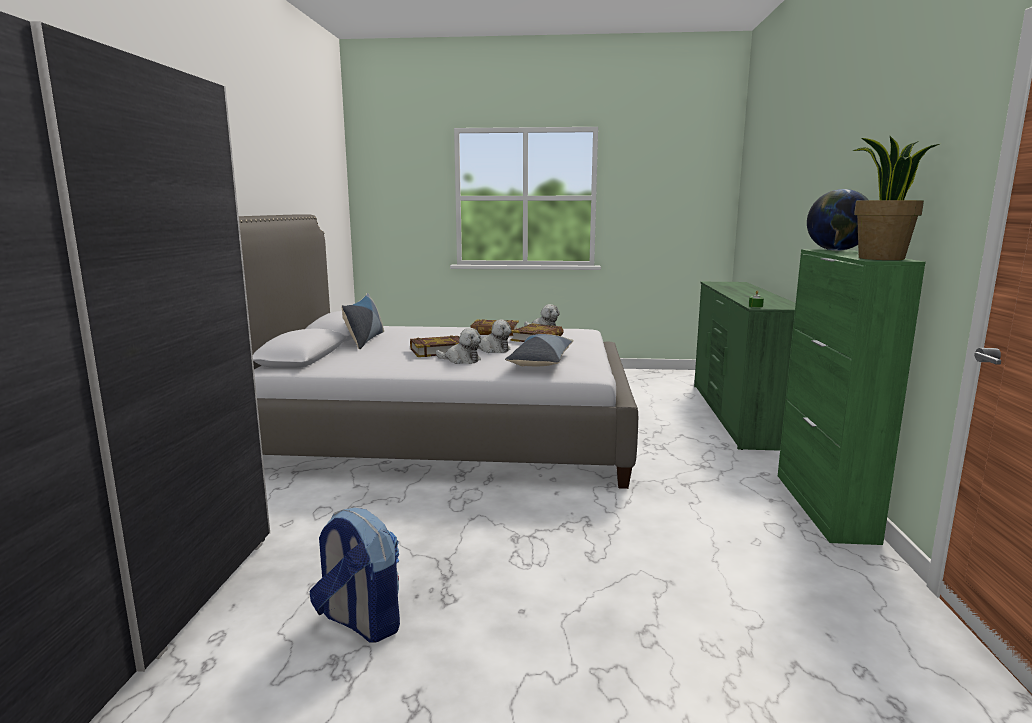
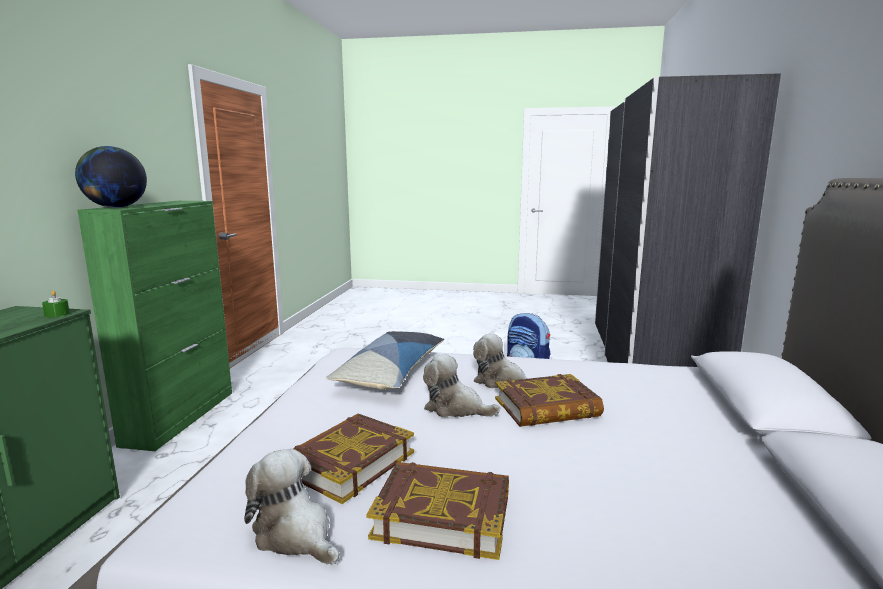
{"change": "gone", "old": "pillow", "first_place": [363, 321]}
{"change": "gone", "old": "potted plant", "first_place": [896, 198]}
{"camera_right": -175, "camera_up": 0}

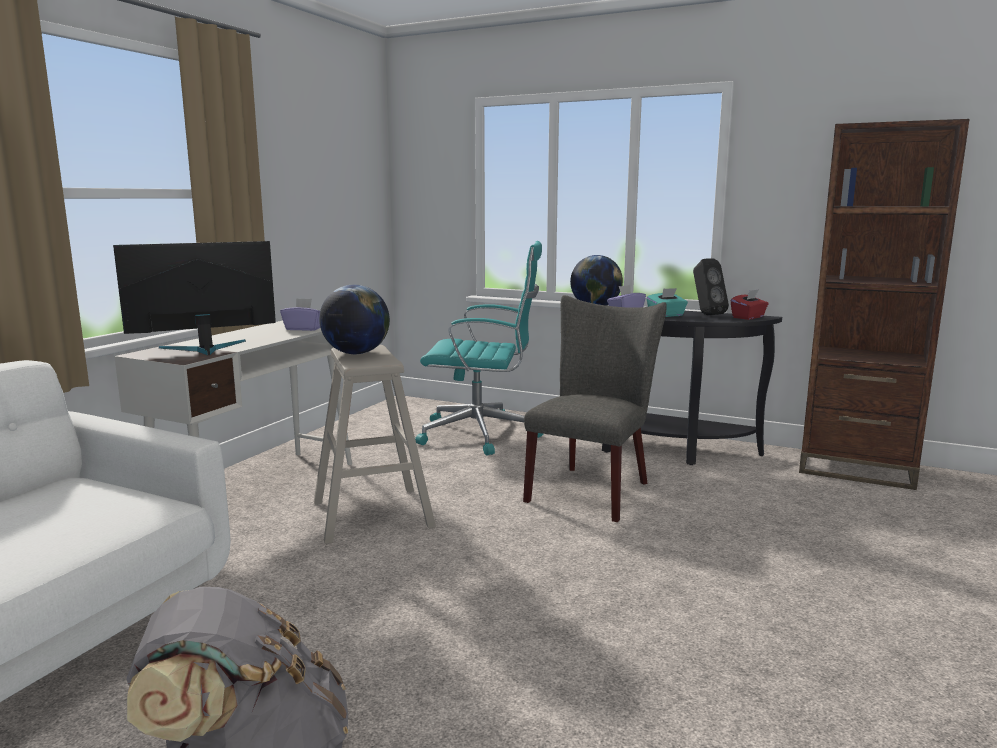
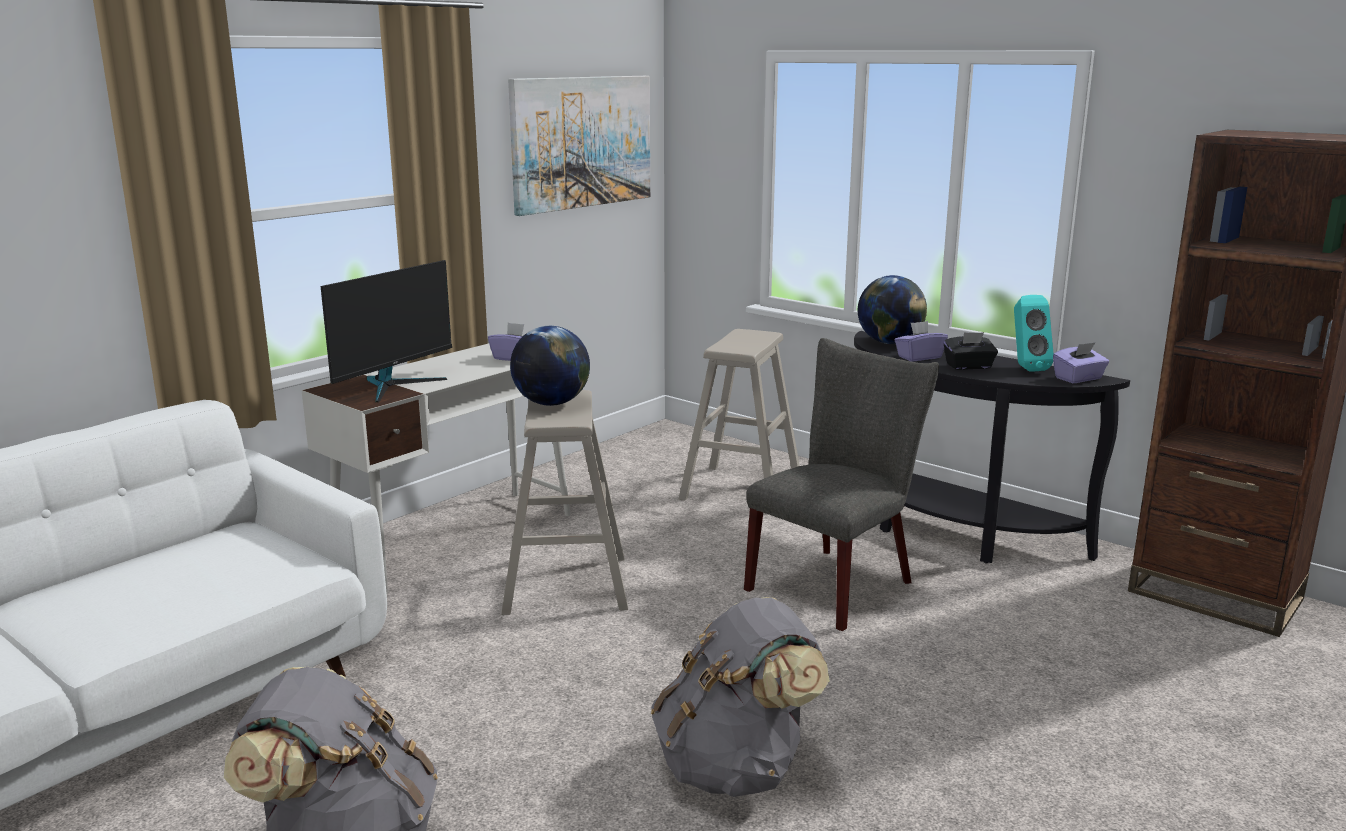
{"change": "new", "new": "picture", "second_place": [579, 146]}
{"change": "new", "new": "backpack/grey", "second_place": [740, 697]}
{"change": "swapped", "old": "office chair/turquoise", "new": "stool/beige", "first_place": [479, 348], "second_place": [739, 415]}
{"change": "repainted", "old": "tissue box/turquoise", "new": "tissue box/black", "first_place": [667, 302], "second_place": [971, 351]}
{"change": "repainted", "old": "speaker/black", "new": "speaker/turquoise", "first_place": [711, 286], "second_place": [1034, 333]}
{"change": "repainted", "old": "tissue box/red", "new": "tissue box/purple", "first_place": [750, 304], "second_place": [1081, 362]}
{"change": "rotated", "old": "monitor", "first_place": [194, 298], "second_place": [386, 331], "degrees": 135}
{"camera_right": 15, "camera_up": 5}

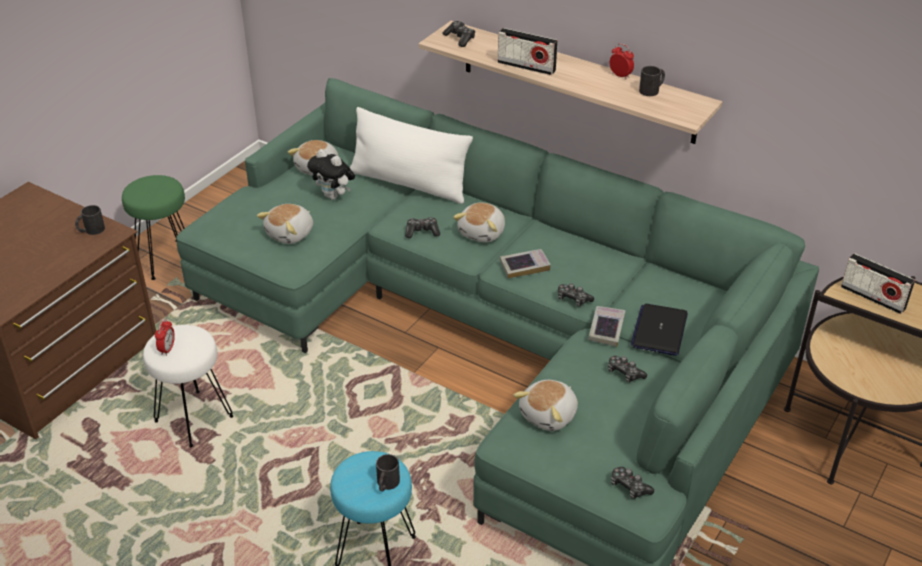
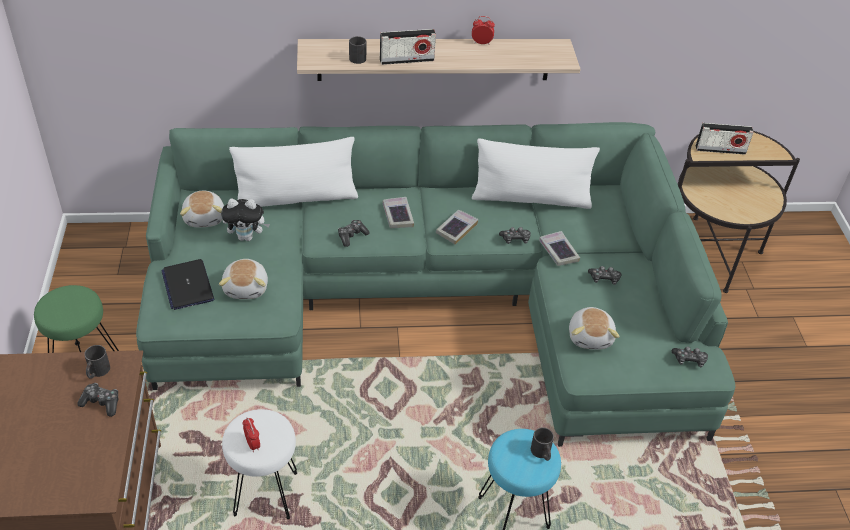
{"change": "new", "new": "pillow/white", "second_place": [536, 173]}
{"change": "shifted", "old": "game controller", "first_place": [459, 34], "second_place": [98, 400]}
{"change": "shifted", "old": "laptop", "first_place": [659, 330], "second_place": [187, 284]}
{"change": "shifted", "old": "mug/black", "first_place": [652, 81], "second_place": [357, 50]}
{"change": "swapped", "old": "plush toy", "new": "book", "first_place": [479, 222], "second_place": [398, 212]}
{"camera_right": -40, "camera_up": 5}

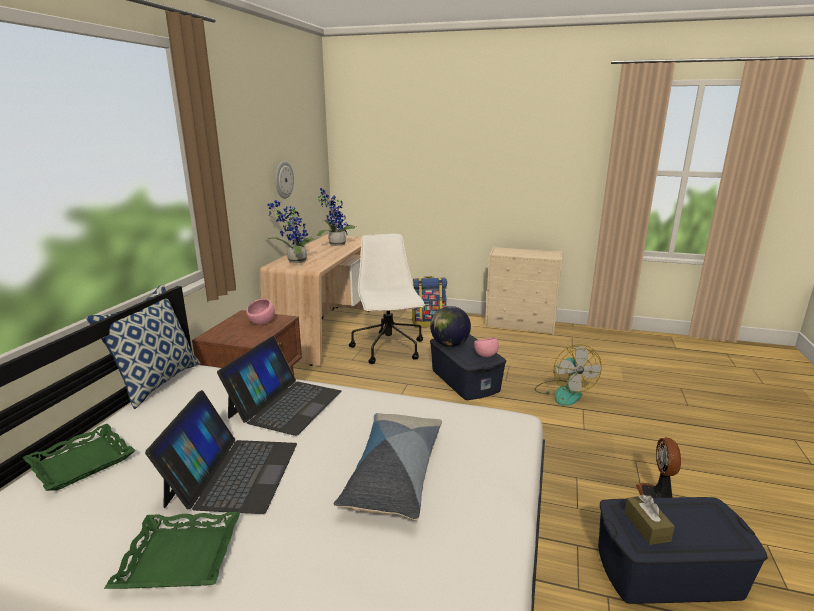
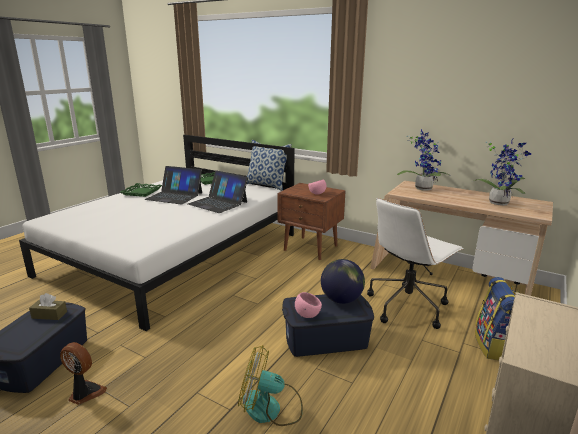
{"change": "gone", "old": "wall clock", "first_place": [284, 180]}
{"change": "gone", "old": "pillow", "first_place": [388, 466]}
{"change": "rotated", "old": "office chair/white", "first_place": [387, 299], "second_place": [415, 263], "degrees": 135}
{"camera_right": 105, "camera_up": 0}

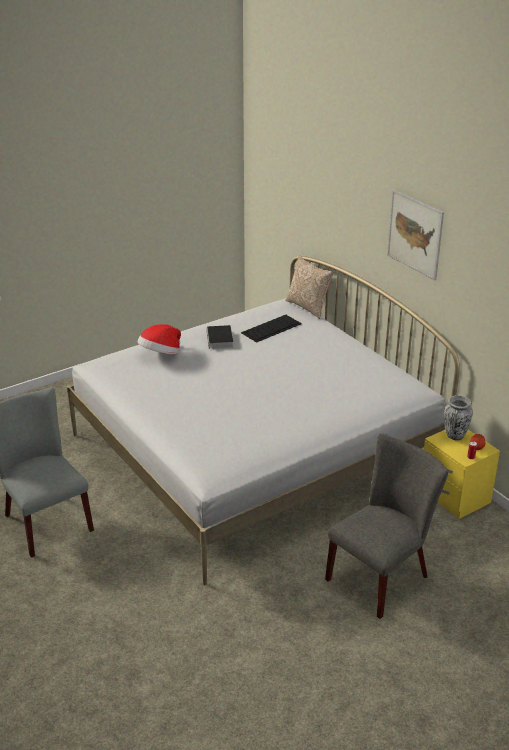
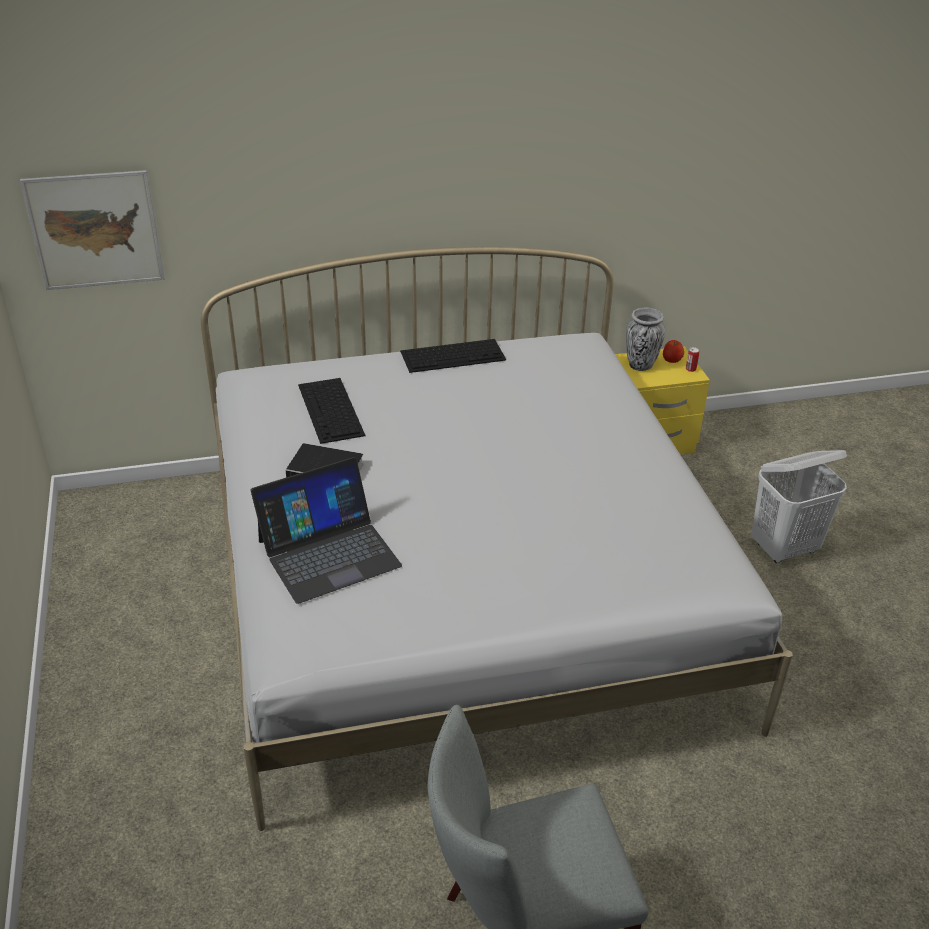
{"change": "gone", "old": "pillow", "first_place": [310, 287]}
{"change": "new", "new": "keyboard", "second_place": [453, 356]}
{"change": "shifted", "old": "picture", "first_place": [415, 235], "second_place": [92, 230]}
{"change": "swapped", "old": "hat", "new": "laptop", "first_place": [159, 339], "second_place": [326, 530]}
{"change": "swapped", "old": "chair/grey", "new": "laundry basket/white", "first_place": [386, 526], "second_place": [799, 506]}
{"camera_right": -70, "camera_up": 5}

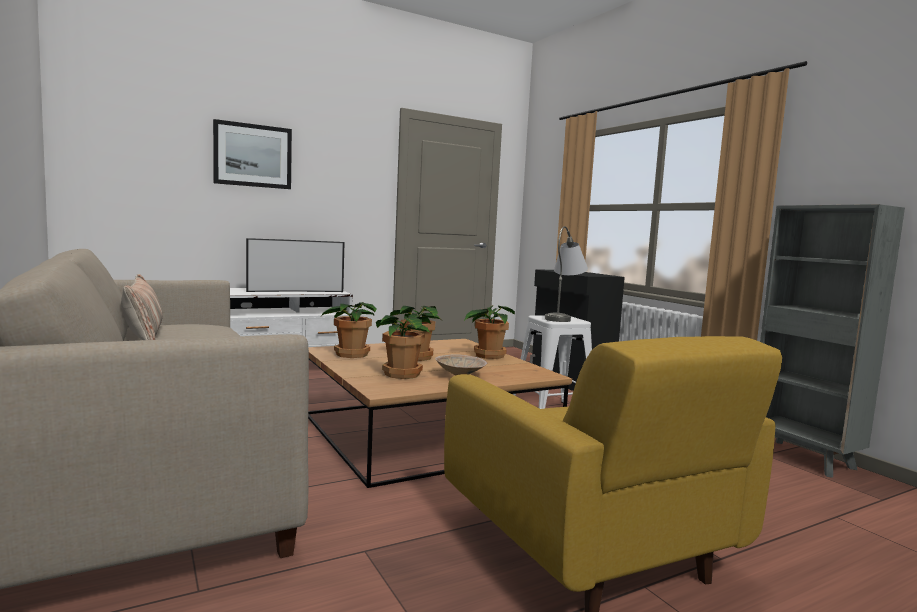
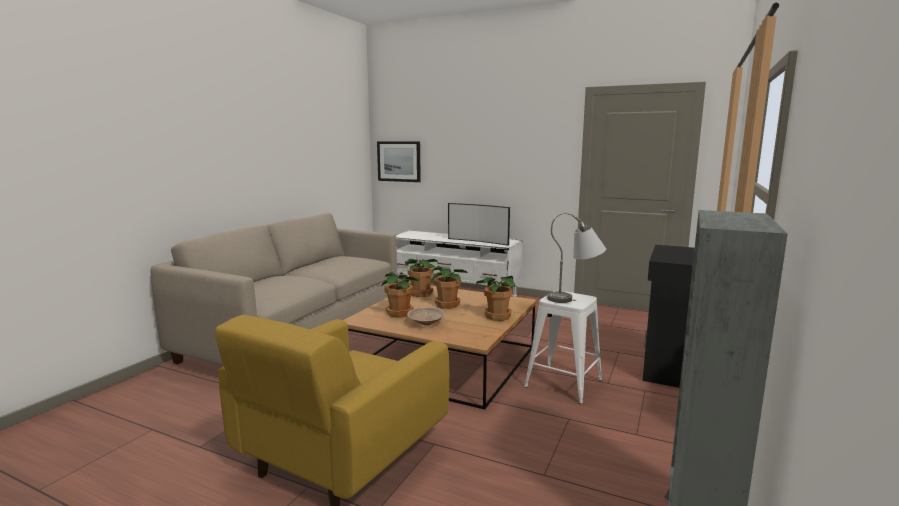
{"change": "gone", "old": "pillow", "first_place": [142, 307]}
{"change": "shifted", "old": "picture", "first_place": [252, 154], "second_place": [399, 161]}
{"camera_right": 55, "camera_up": 5}

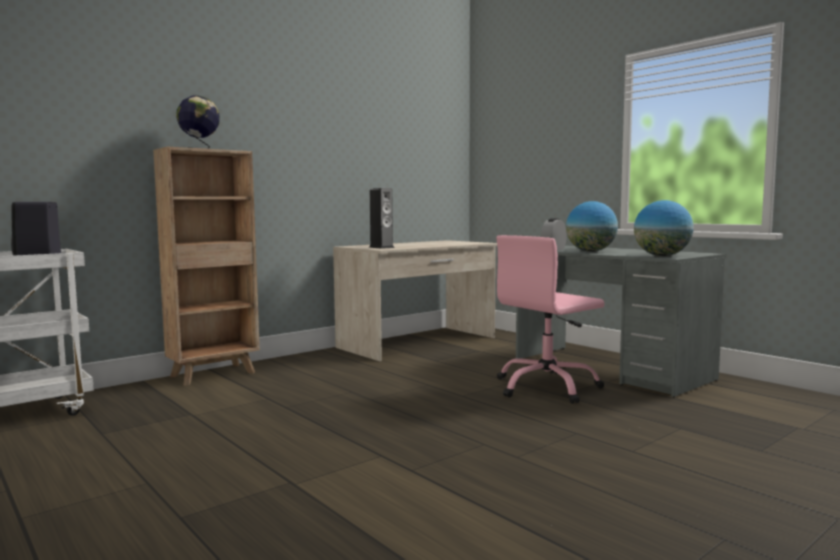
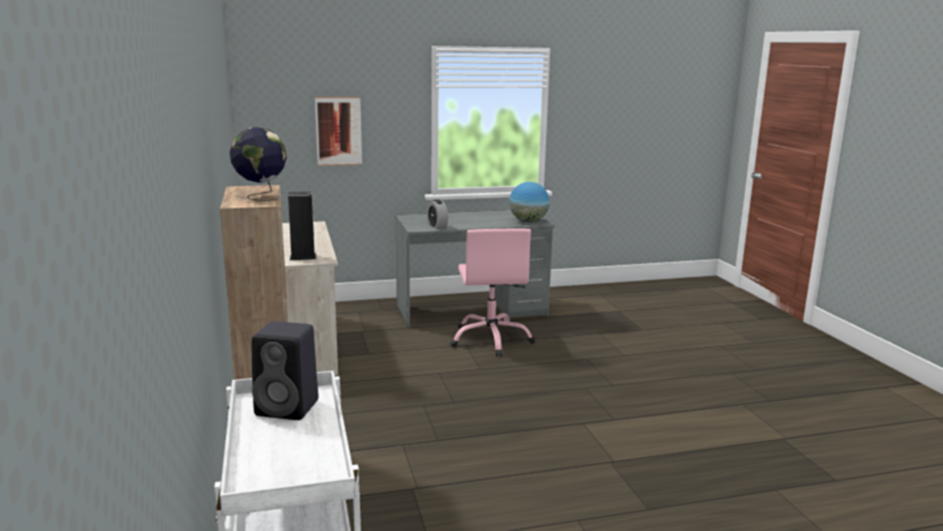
{"change": "gone", "old": "globe", "first_place": [592, 226]}
{"change": "new", "new": "picture", "second_place": [338, 131]}
{"camera_right": -65, "camera_up": 10}

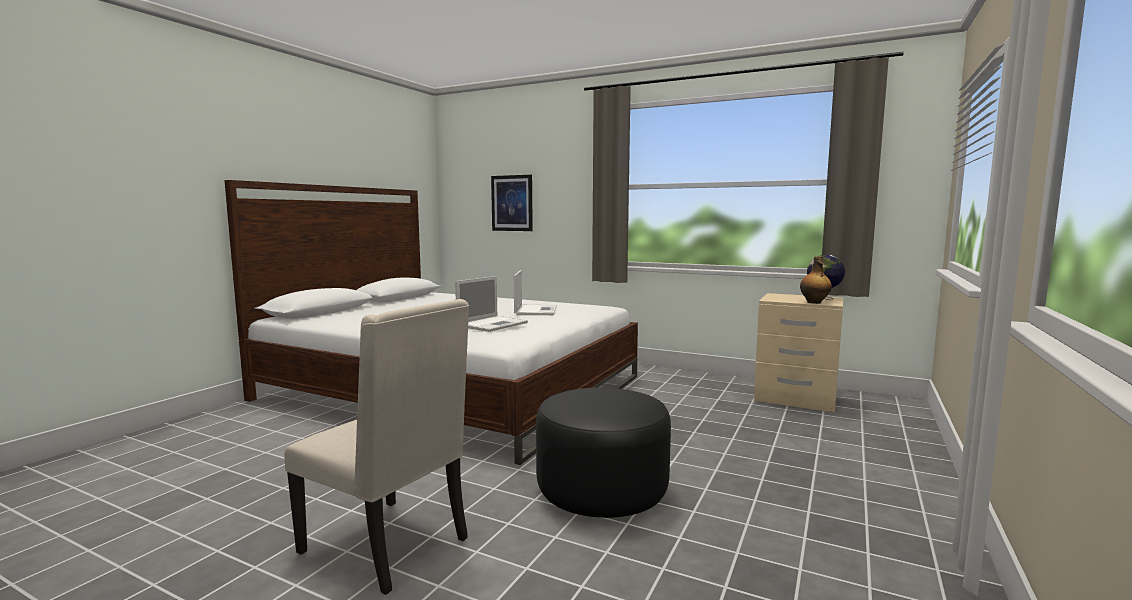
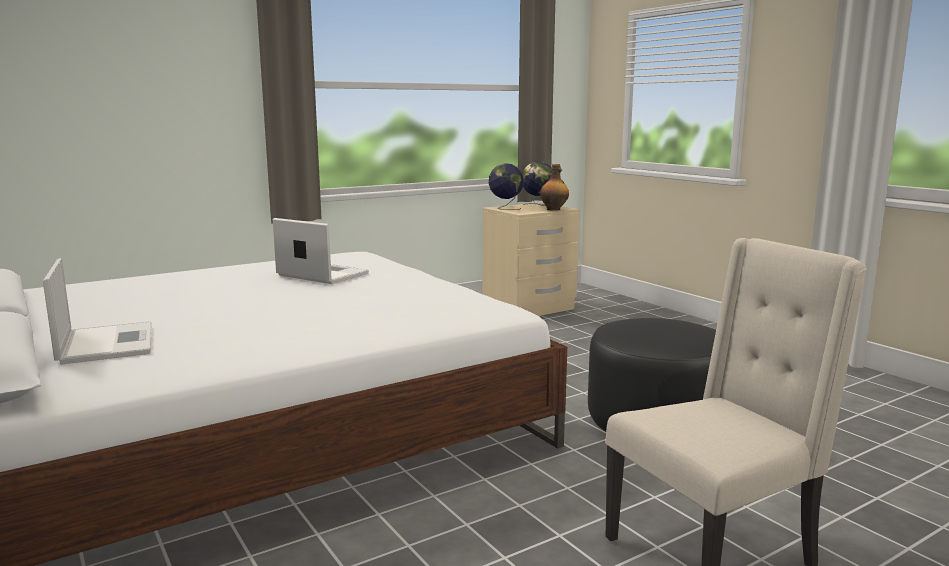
{"change": "gone", "old": "picture", "first_place": [512, 203]}
{"change": "new", "new": "globe", "second_place": [506, 186]}
{"change": "shifted", "old": "laptop", "first_place": [491, 304], "second_place": [97, 311]}
{"camera_right": -60, "camera_up": 5}

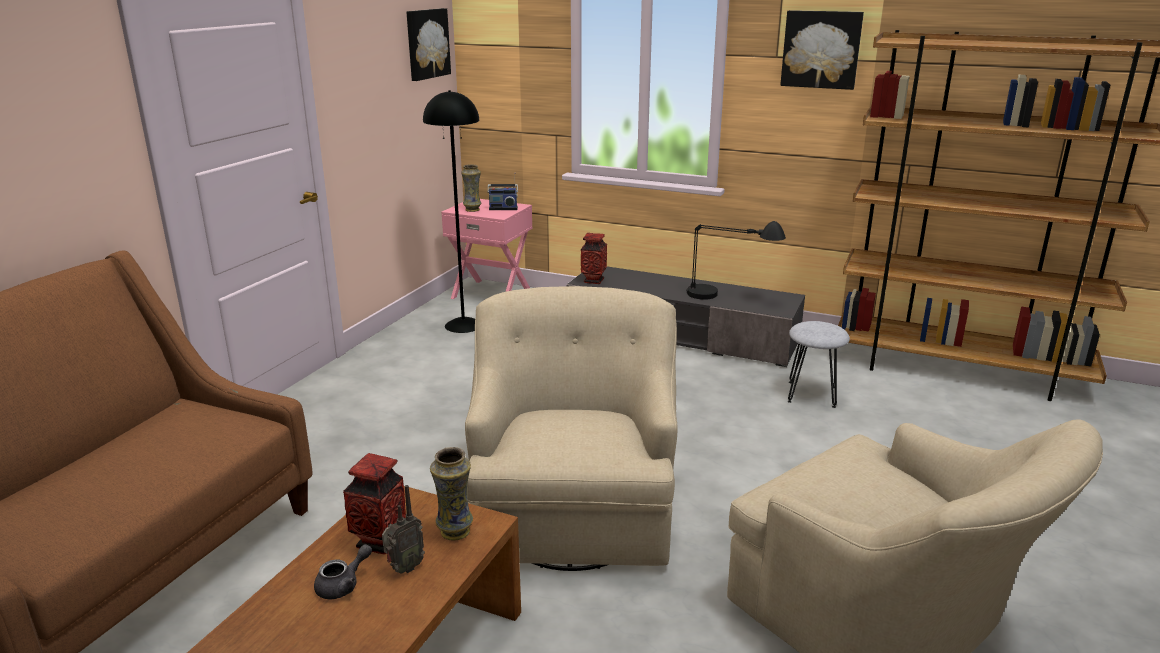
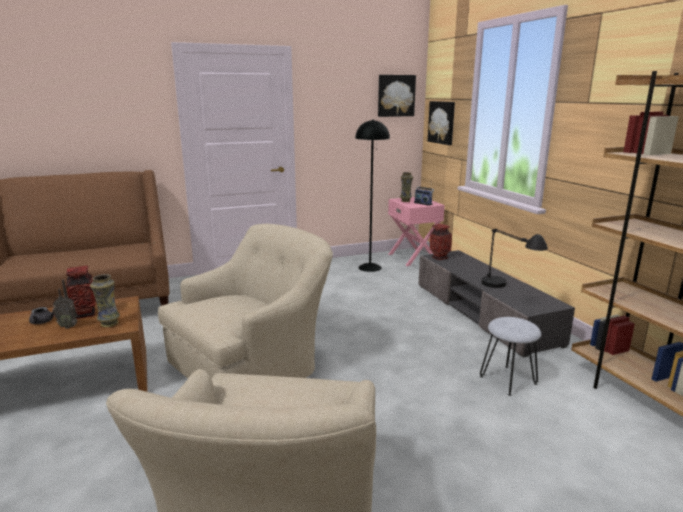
{"change": "shifted", "old": "picture", "first_place": [822, 50], "second_place": [441, 123]}
{"camera_right": 45, "camera_up": -5}

